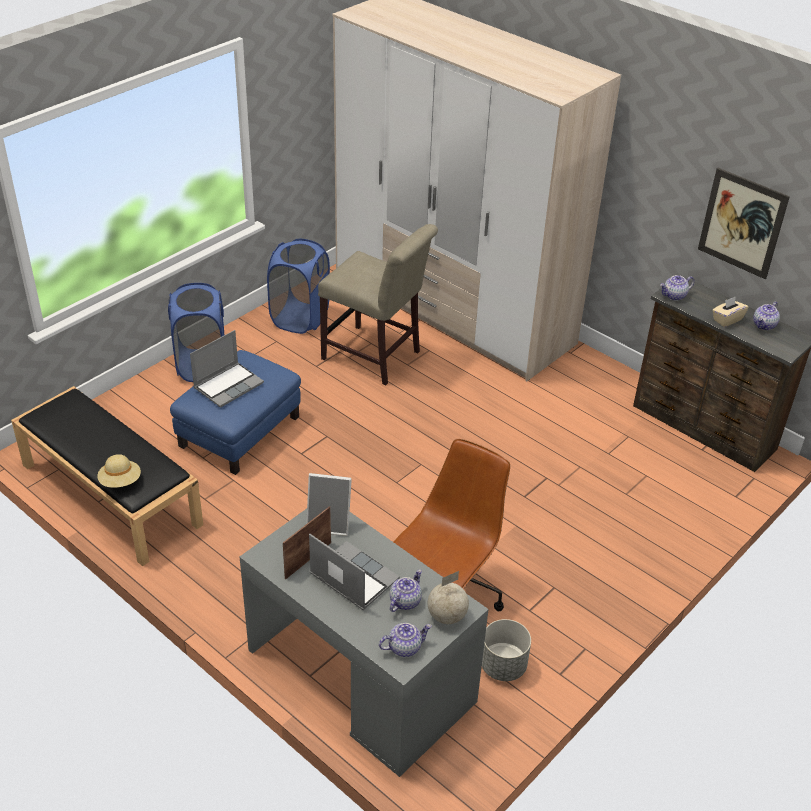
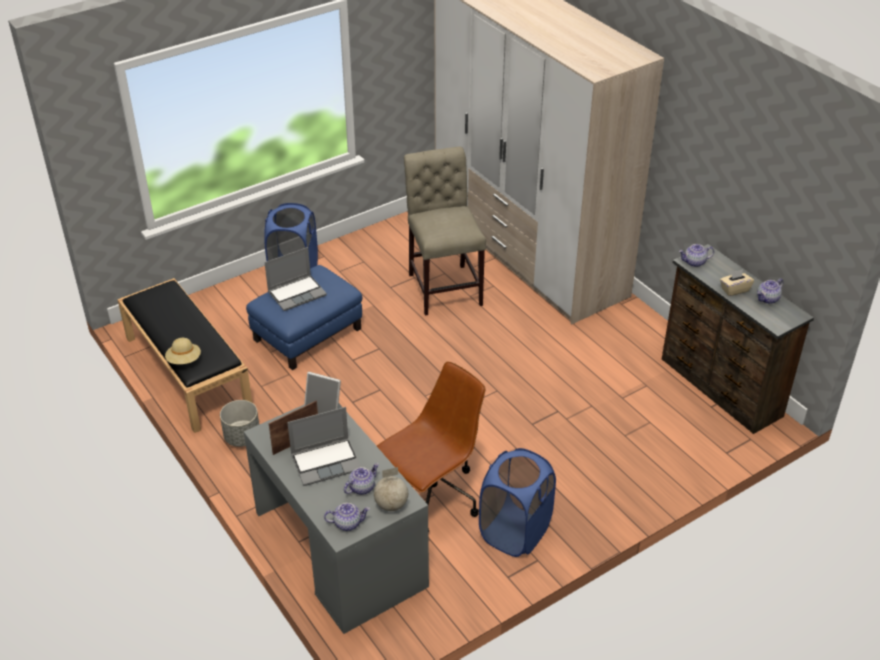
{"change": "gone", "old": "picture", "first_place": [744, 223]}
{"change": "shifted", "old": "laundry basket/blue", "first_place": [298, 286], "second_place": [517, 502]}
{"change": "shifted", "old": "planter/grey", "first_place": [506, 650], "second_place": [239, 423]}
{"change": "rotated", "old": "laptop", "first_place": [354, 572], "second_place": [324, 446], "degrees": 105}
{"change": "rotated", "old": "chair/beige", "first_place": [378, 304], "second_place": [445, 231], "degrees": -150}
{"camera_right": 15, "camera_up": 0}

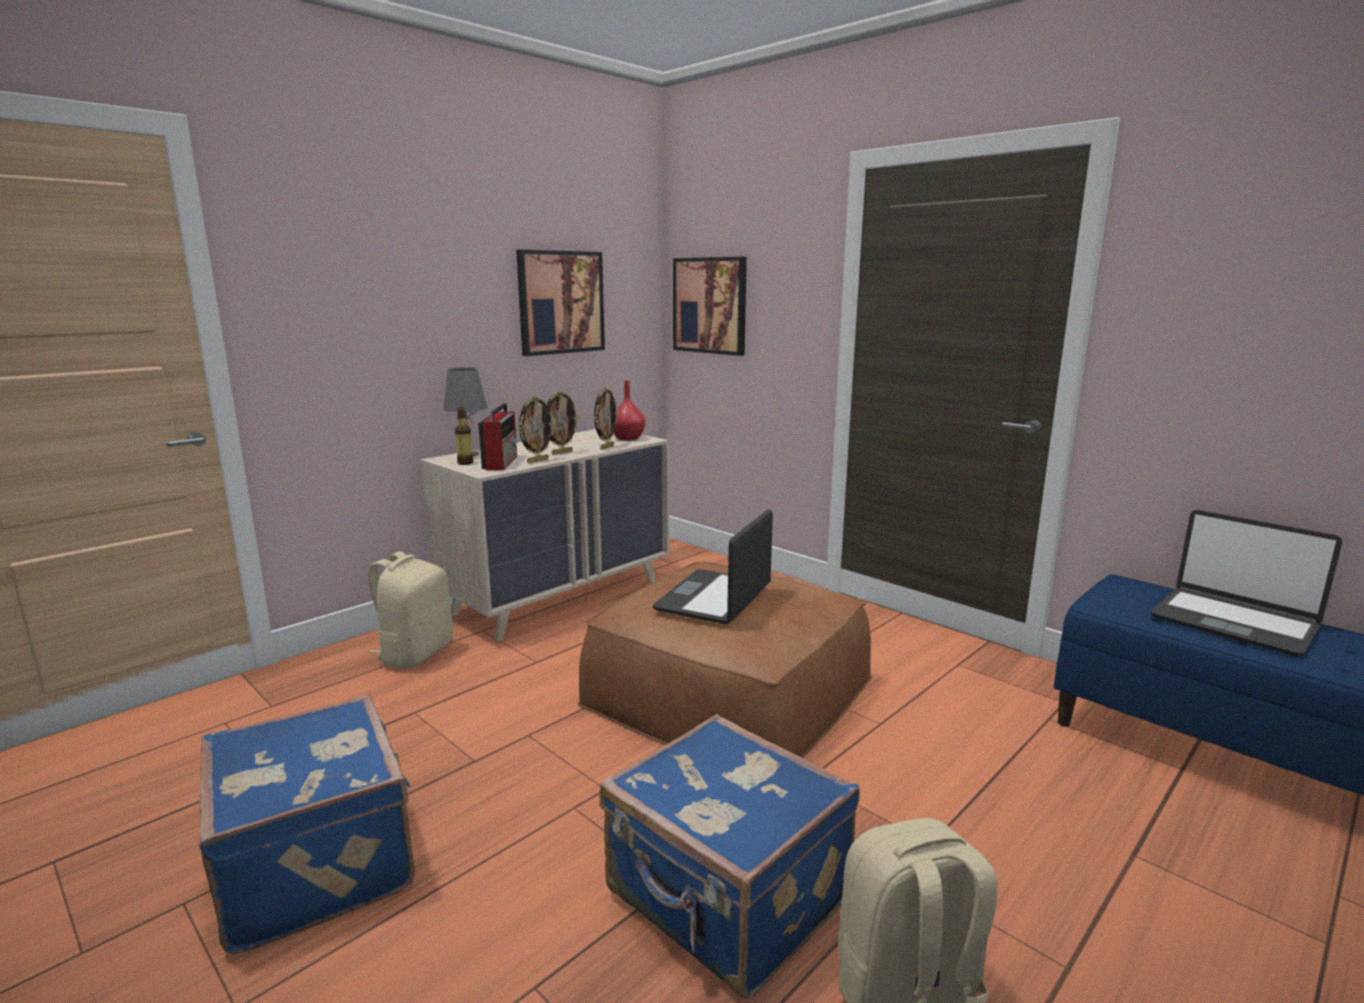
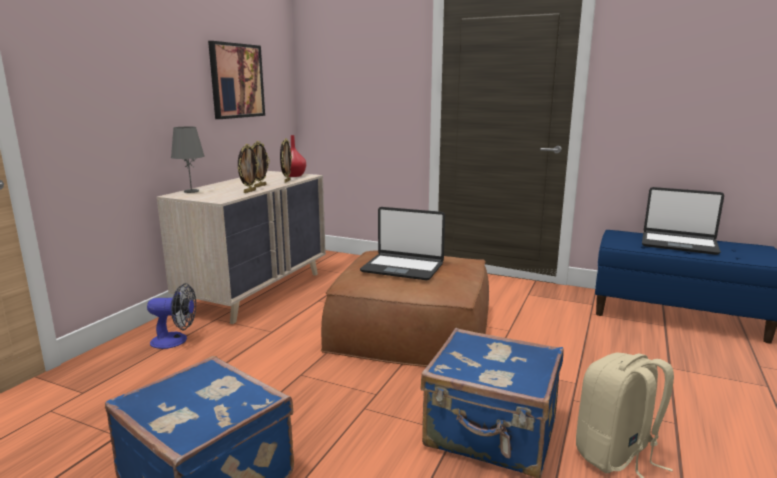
{"change": "gone", "old": "bottle", "first_place": [464, 436]}
{"change": "gone", "old": "radio", "first_place": [497, 436]}
{"change": "gone", "old": "picture", "first_place": [710, 306]}
{"change": "swapped", "old": "backpack/beige", "new": "fan", "first_place": [410, 610], "second_place": [171, 316]}
{"change": "rotated", "old": "laptop", "first_place": [713, 566], "second_place": [402, 243], "degrees": -75}
{"camera_right": -20, "camera_up": 0}

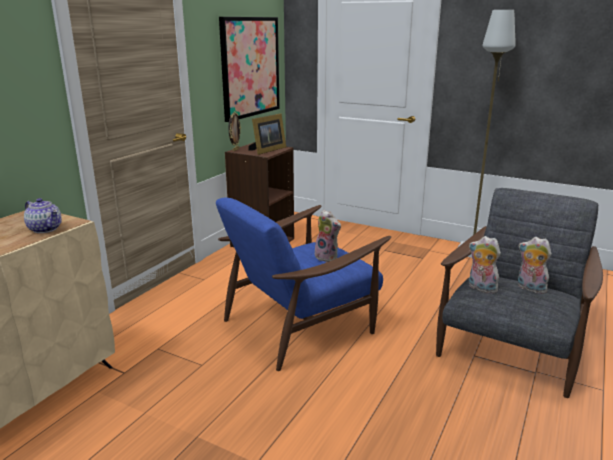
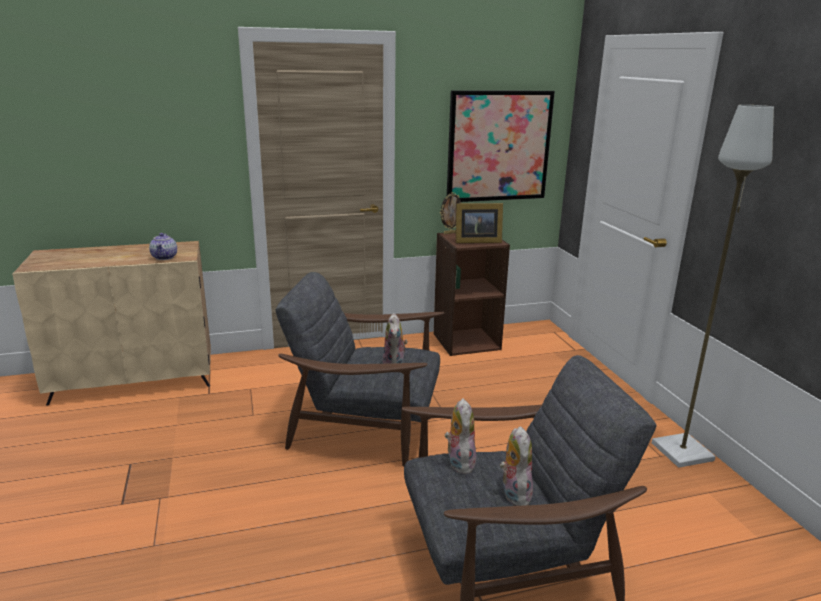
{"change": "repainted", "old": "armchair/blue", "new": "armchair/grey", "first_place": [303, 284], "second_place": [359, 369]}
{"camera_right": 45, "camera_up": 0}

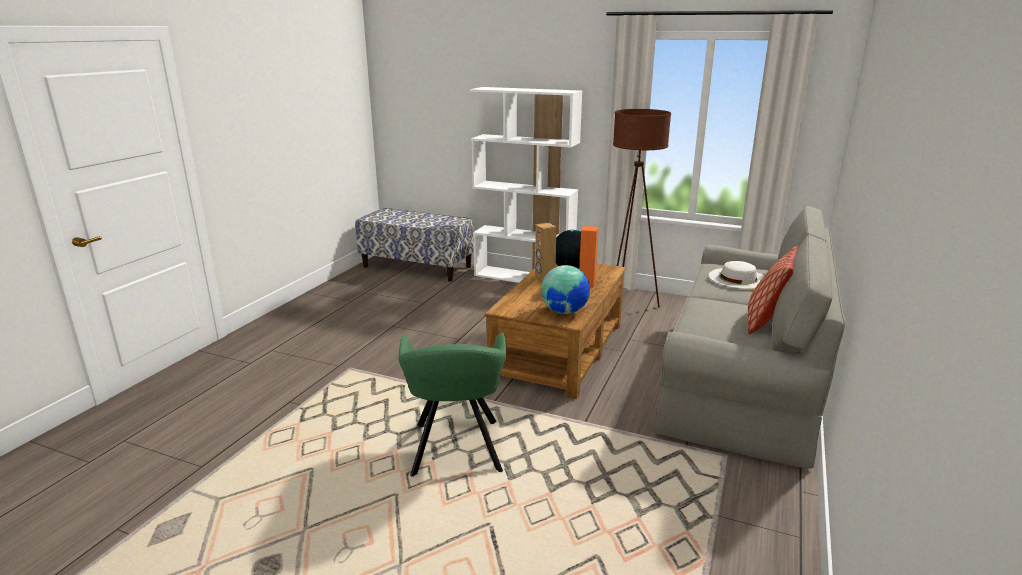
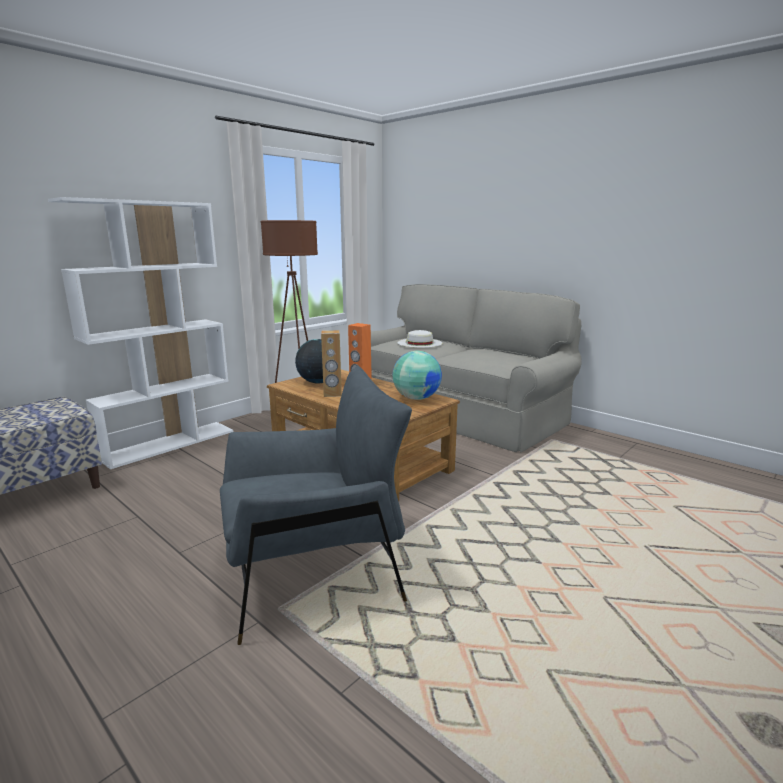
{"change": "gone", "old": "armchair/green", "first_place": [452, 404]}
{"change": "gone", "old": "pillow", "first_place": [773, 290]}
{"change": "new", "new": "armchair/grey", "second_place": [316, 505]}
{"camera_right": -70, "camera_up": -5}

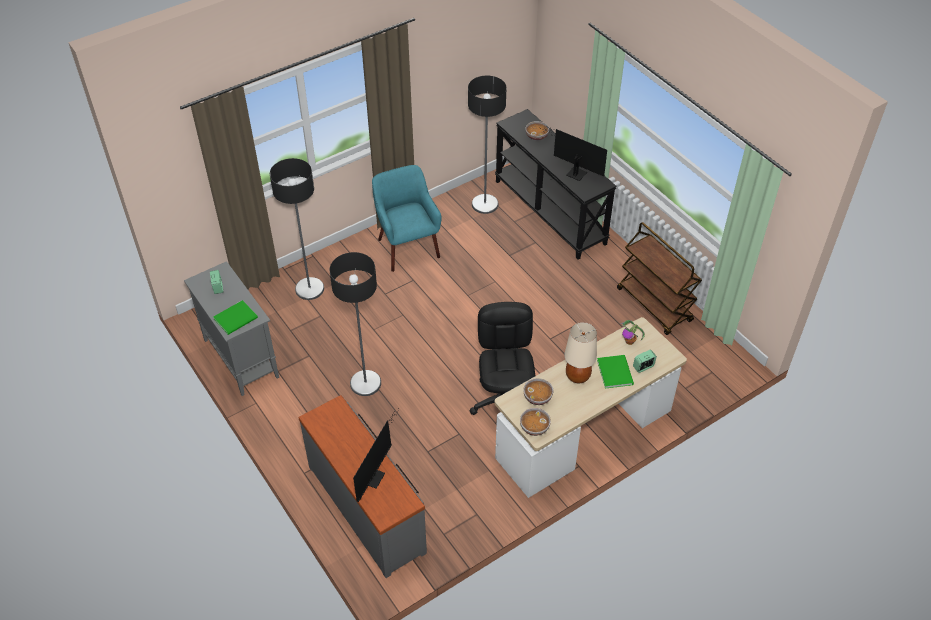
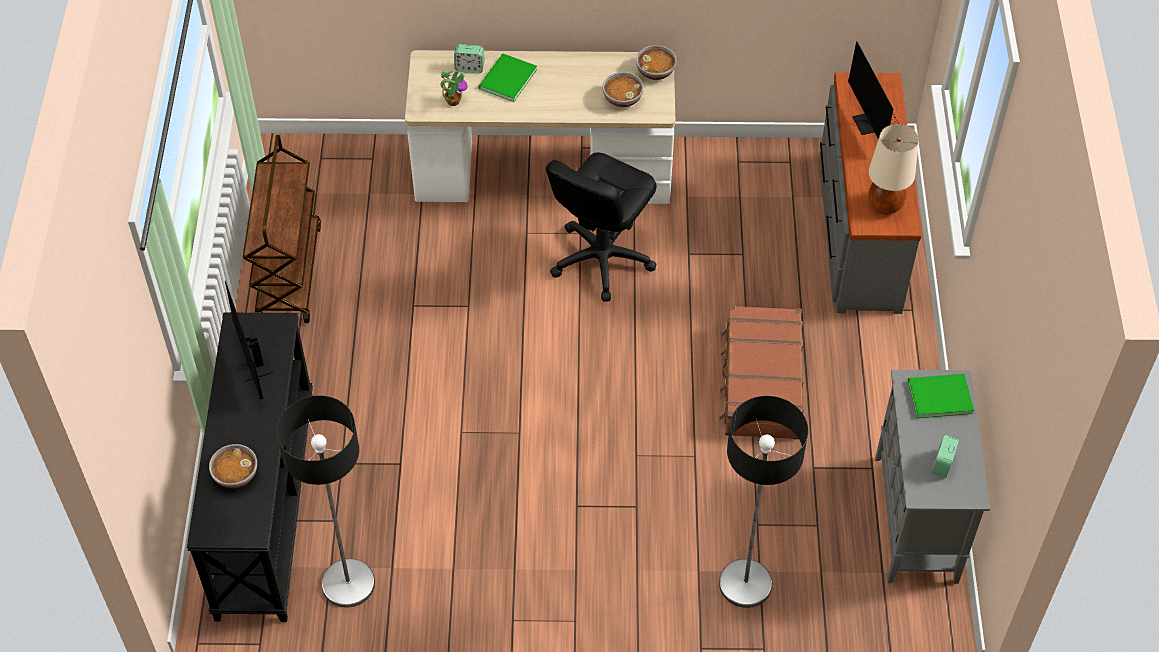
{"change": "gone", "old": "armchair/turquoise", "first_place": [407, 218]}
{"change": "shifted", "old": "table lamp/beige", "first_place": [580, 352], "second_place": [893, 169]}
{"change": "swapped", "old": "floor lamp", "new": "suitcase/brown", "first_place": [355, 324], "second_place": [761, 372]}
{"change": "rotated", "old": "monitor", "first_place": [374, 456], "second_place": [873, 90], "degrees": -75}
{"camera_right": -145, "camera_up": 5}

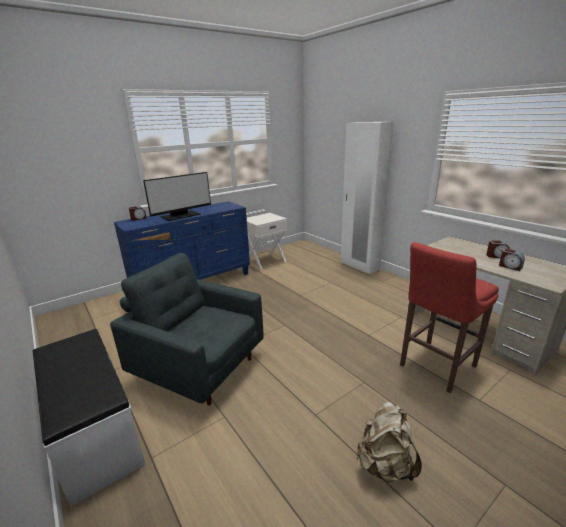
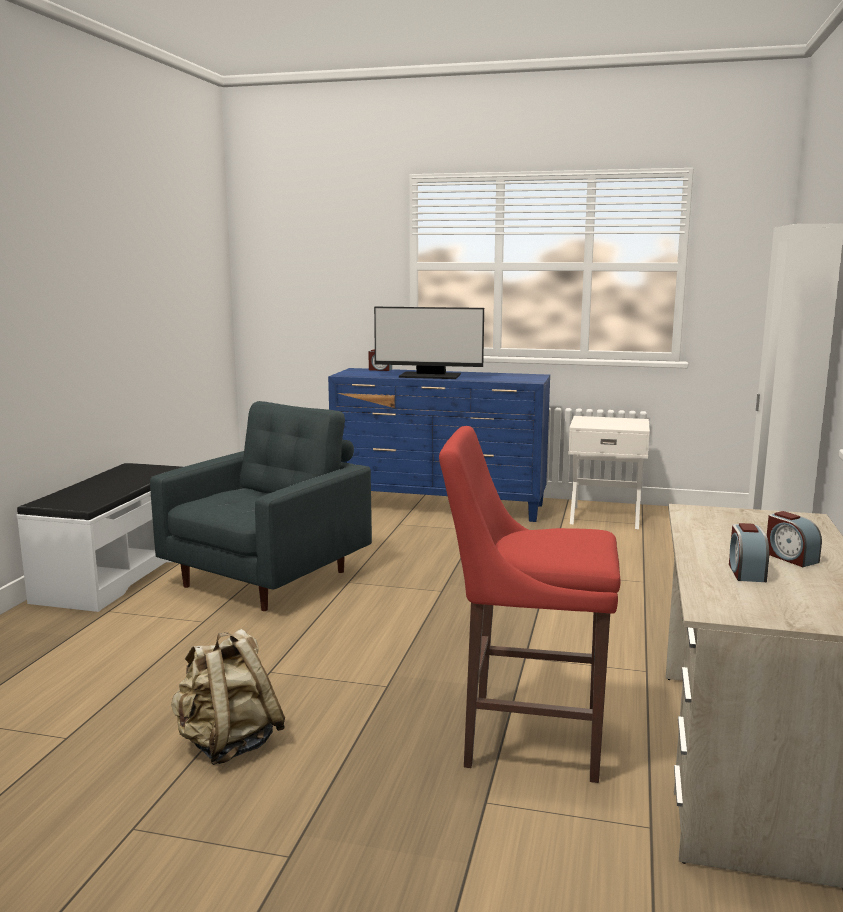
{"change": "rotated", "old": "armchair/grey", "first_place": [187, 329], "second_place": [261, 506], "degrees": 45}
{"camera_right": 50, "camera_up": -10}

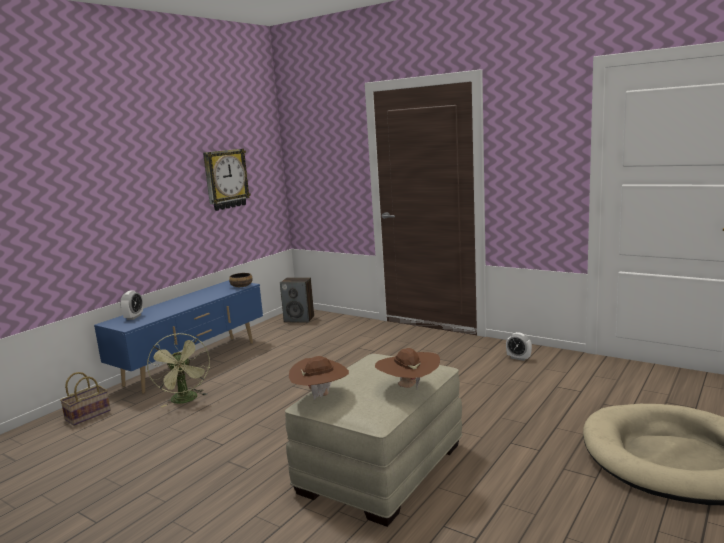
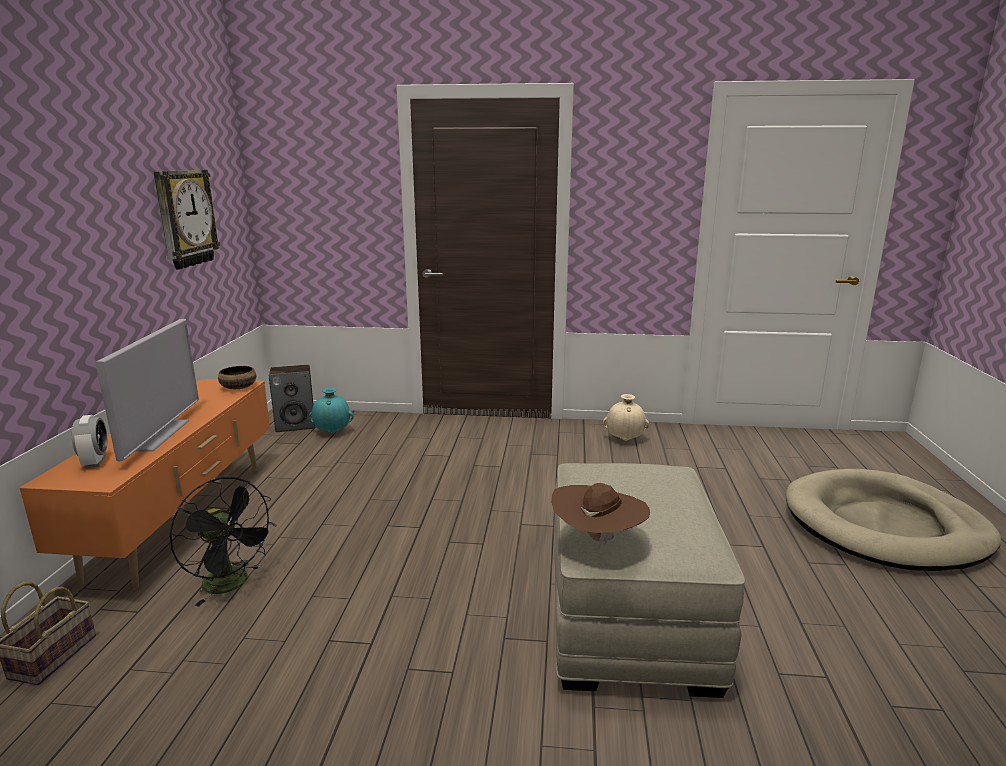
{"change": "gone", "old": "hat/brown", "first_place": [407, 368]}
{"change": "new", "new": "television", "second_place": [147, 390]}
{"change": "new", "new": "vase/turquoise", "second_place": [331, 410]}
{"change": "swapped", "old": "alarm clock", "new": "vase/beige", "first_place": [519, 346], "second_place": [626, 417]}
{"change": "repainted", "old": "tv stand/blue", "new": "tv stand/orange", "first_place": [178, 337], "second_place": [145, 484]}
{"change": "repainted", "old": "fan/green", "new": "fan/black", "first_place": [178, 370], "second_place": [222, 542]}
{"camera_right": -30, "camera_up": 5}

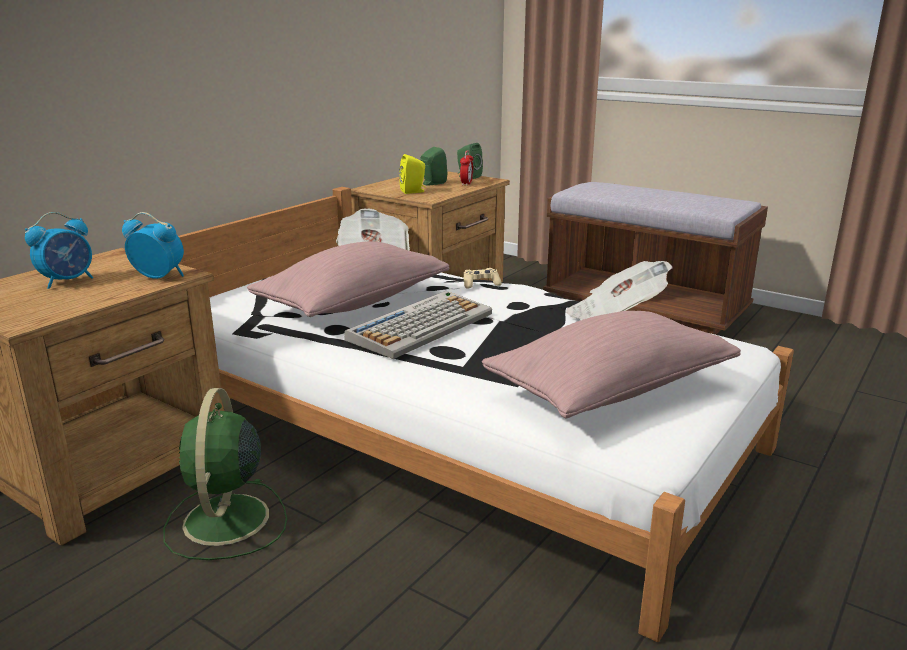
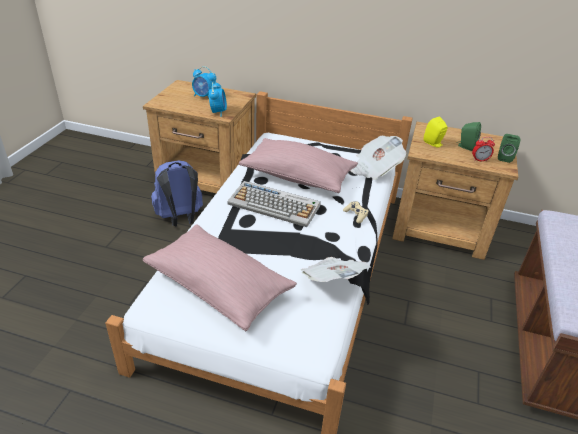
{"change": "swapped", "old": "fan/green", "new": "backpack/blue", "first_place": [225, 474], "second_place": [177, 193]}
{"camera_right": 70, "camera_up": 15}

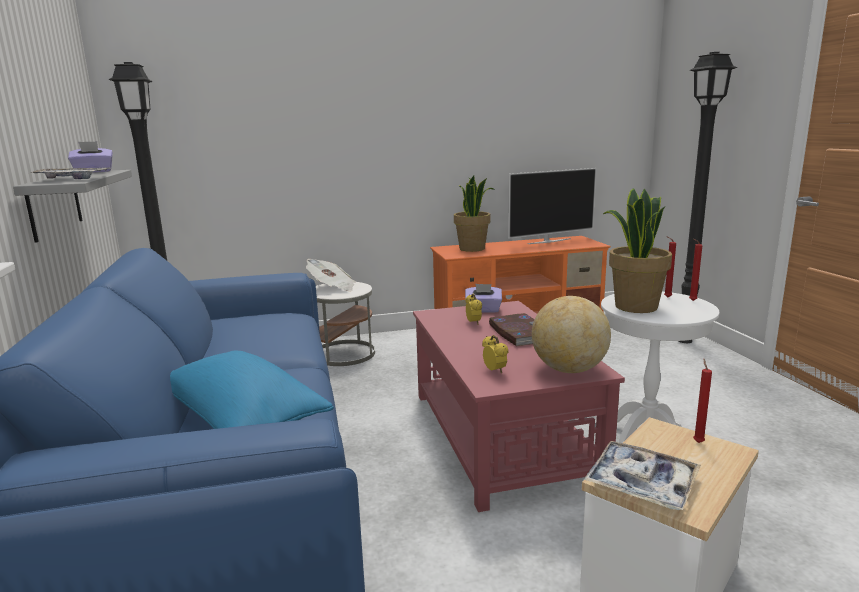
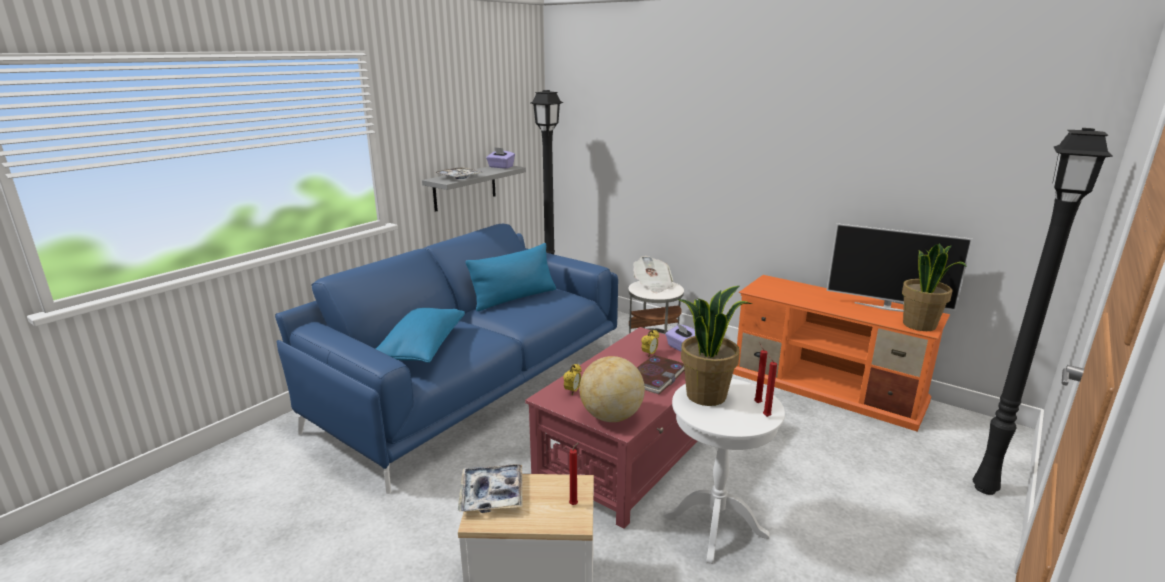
{"change": "new", "new": "pillow/blue", "second_place": [511, 277]}
{"change": "shifted", "old": "potted plant", "first_place": [474, 214], "second_place": [934, 287]}
{"camera_right": 50, "camera_up": 5}

